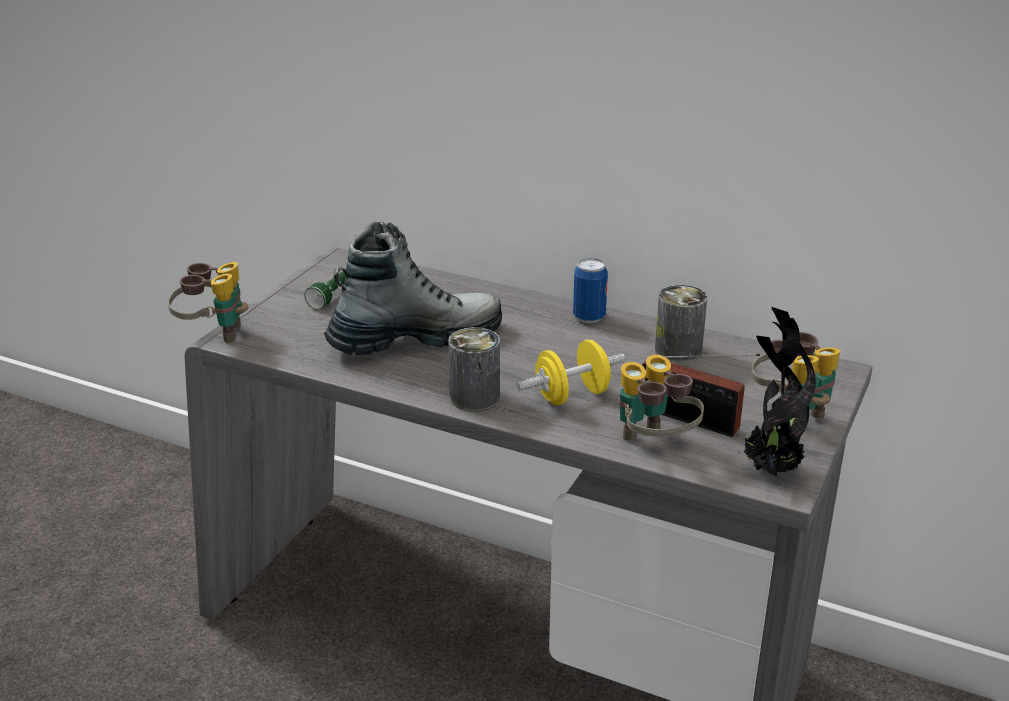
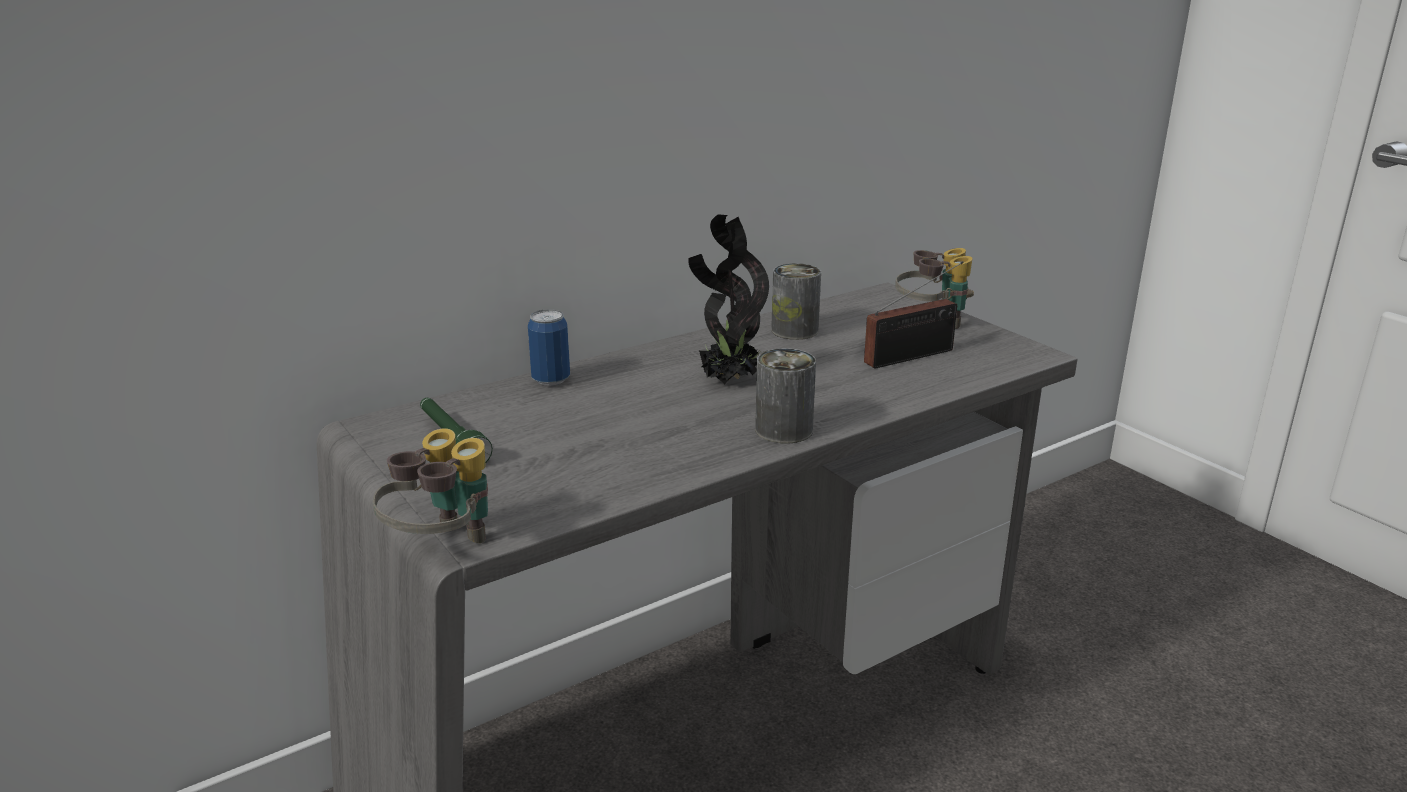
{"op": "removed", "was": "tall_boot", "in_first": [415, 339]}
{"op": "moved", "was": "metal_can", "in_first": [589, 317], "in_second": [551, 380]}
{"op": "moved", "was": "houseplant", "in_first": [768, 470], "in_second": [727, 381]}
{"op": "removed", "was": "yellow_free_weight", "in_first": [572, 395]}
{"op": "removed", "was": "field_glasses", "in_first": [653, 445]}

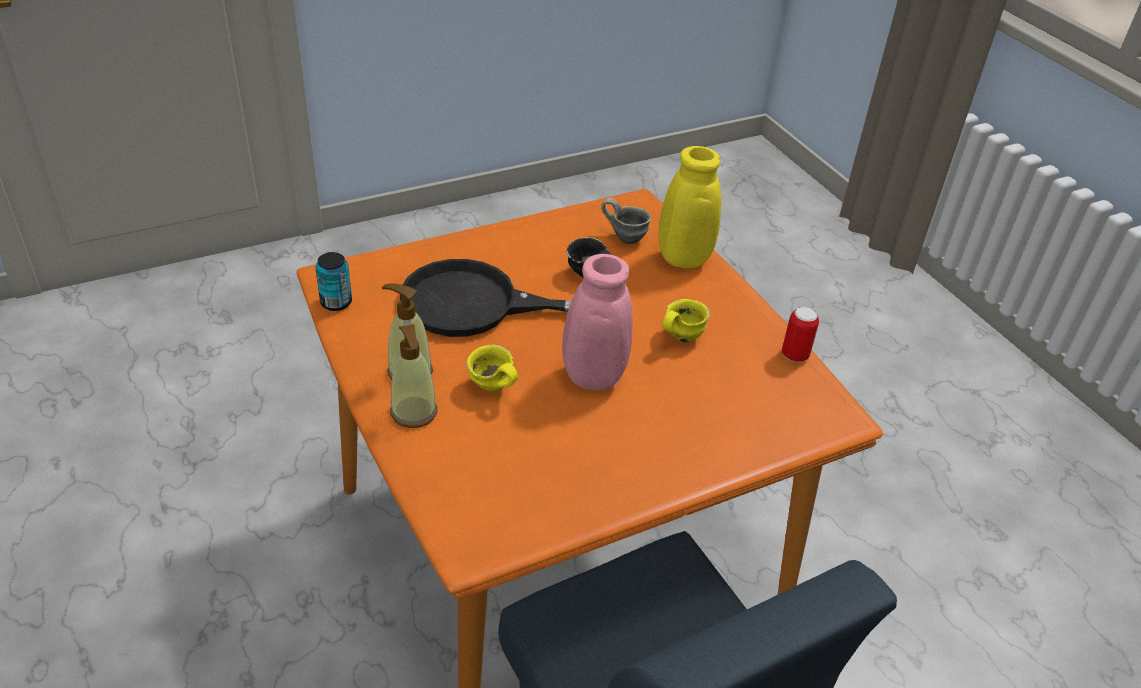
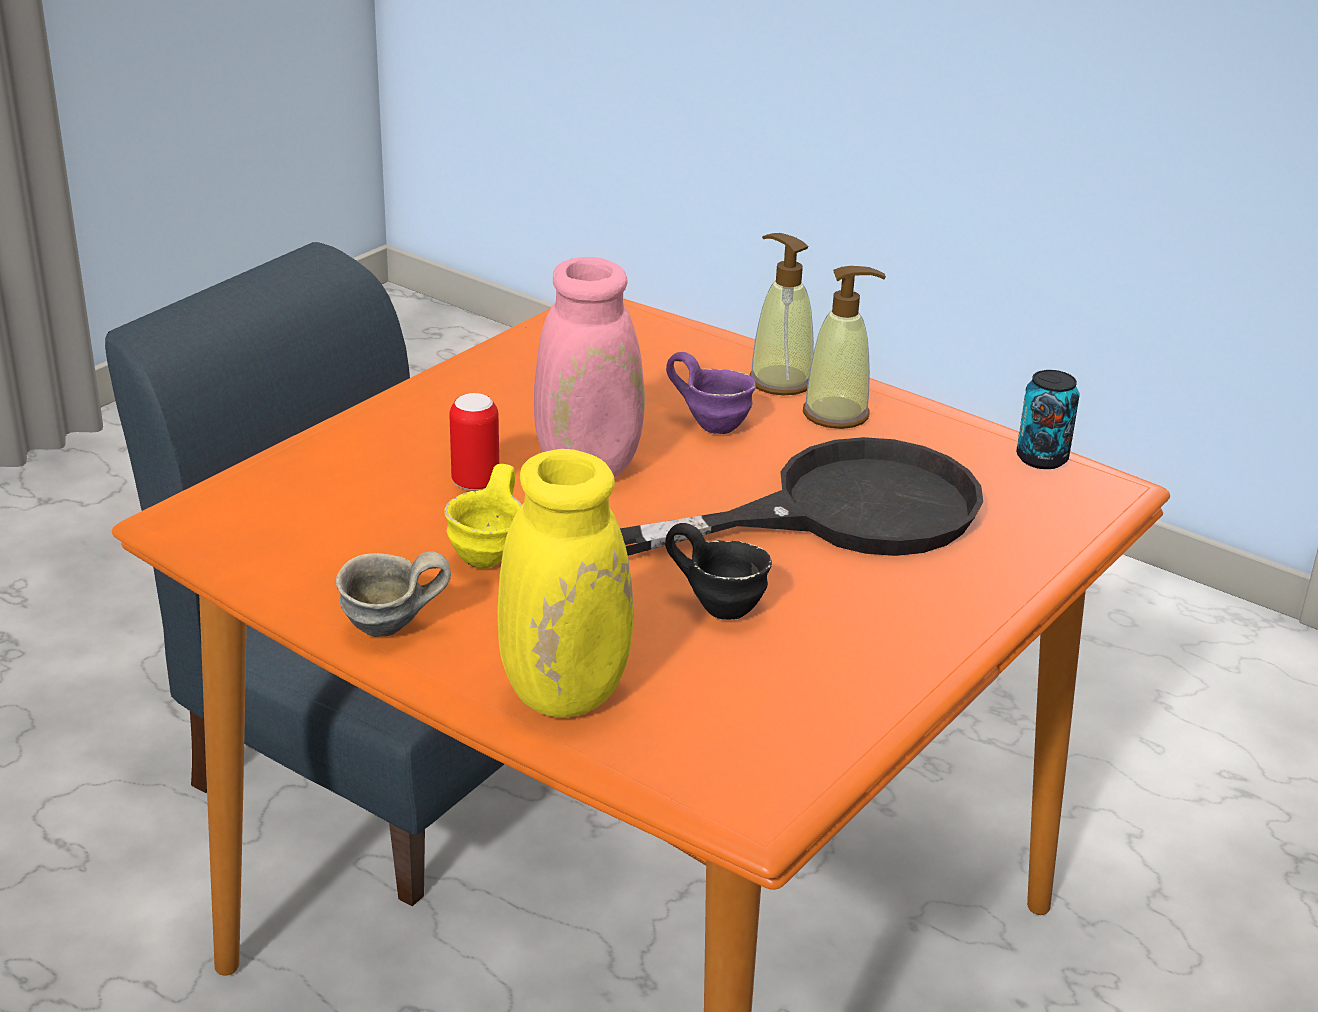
{"op": "moved", "was": "gray_mug", "in_first": [626, 237], "in_second": [390, 631]}
{"op": "moved", "was": "metal_can", "in_first": [794, 355], "in_second": [475, 483]}
{"op": "recoloured", "was": "yellow_mug", "now": "purple_mug", "in_first": [491, 389], "in_second": [712, 424]}

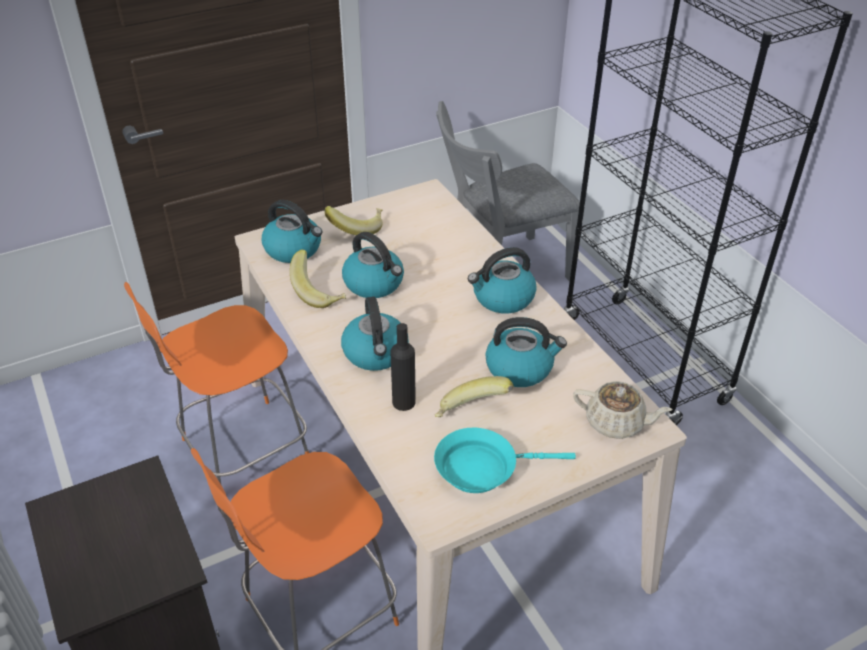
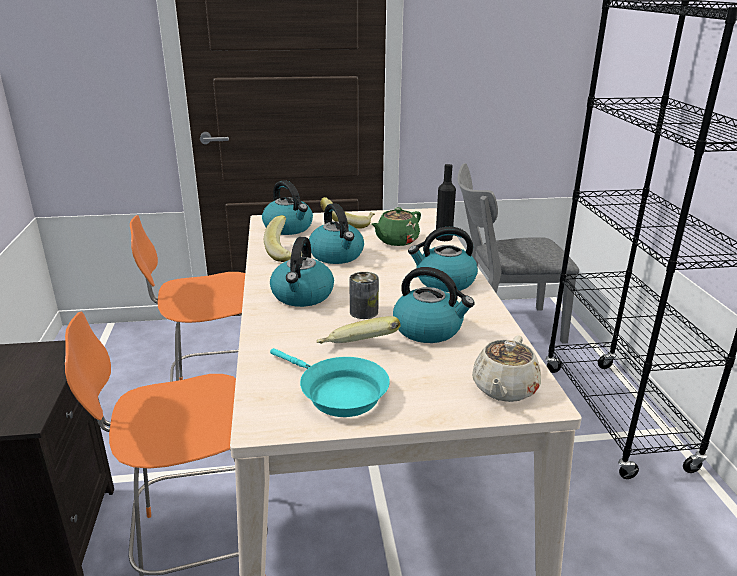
{"op": "moved", "was": "blackish_beverage_bottle", "in_first": [403, 402], "in_second": [443, 238]}
{"op": "turned", "was": "beige-coloured_pot_for_tea", "in_first": [616, 423], "in_second": [504, 389], "clockwise": 75}
{"op": "turned", "was": "blue-green_skillet", "in_first": [482, 468], "in_second": [337, 393], "clockwise": -150}
{"op": "added", "now": "greenish_pot_for_tea", "in_second": [396, 241]}
{"op": "added", "now": "metal_can", "in_second": [364, 312]}

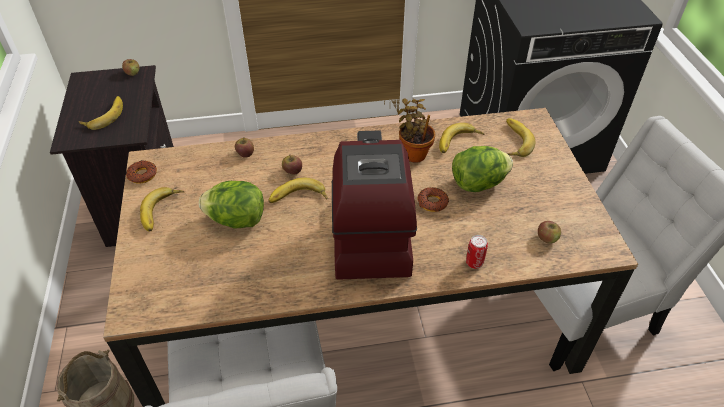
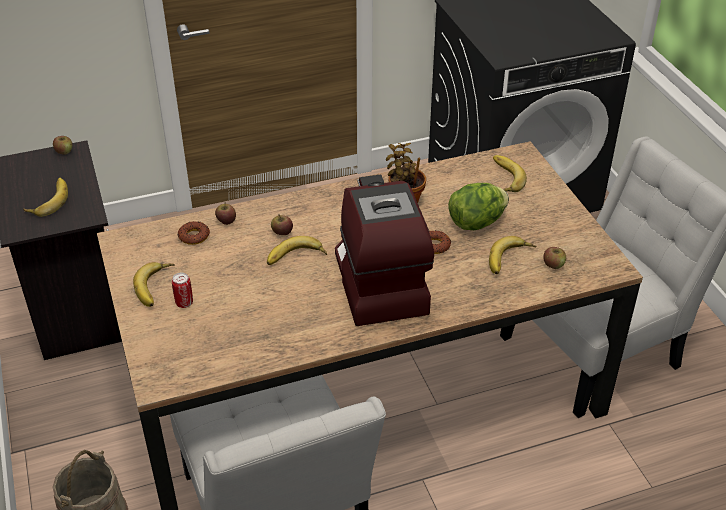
{"op": "moved", "was": "banana_fruit", "in_first": [459, 143], "in_second": [510, 260]}
{"op": "moved", "was": "ring_doughnut", "in_first": [142, 175], "in_second": [194, 236]}
{"op": "removed", "was": "lettuce_head", "in_first": [237, 220]}
{"op": "moved", "was": "metal_can", "in_first": [474, 263], "in_second": [184, 303]}

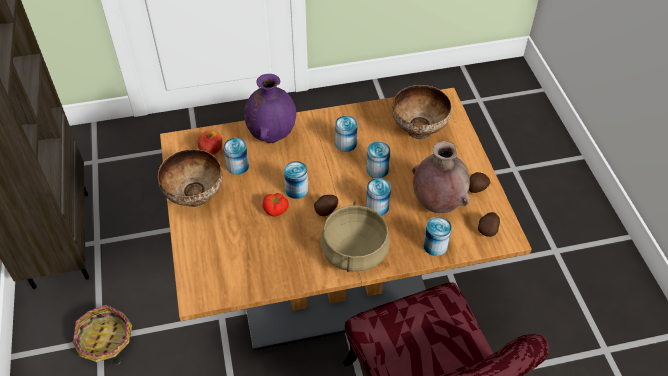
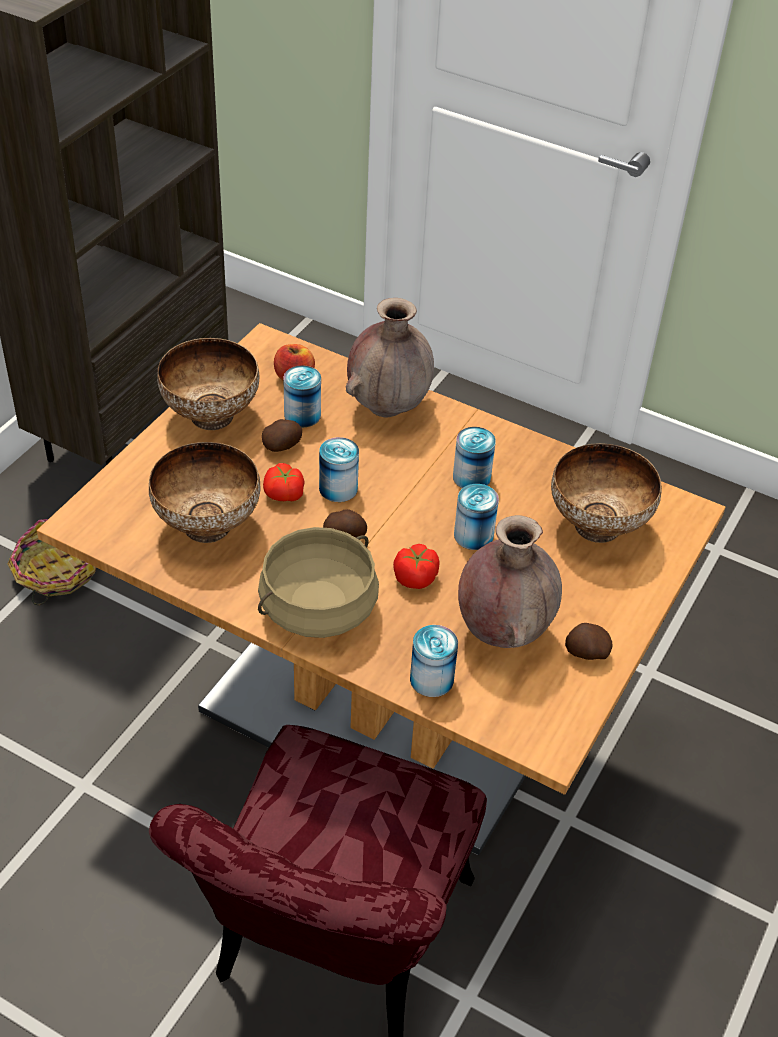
{"op": "recoloured", "was": "purple_flower_vase", "now": "brown-coloured_flower_vase", "in_first": [272, 135], "in_second": [388, 407]}
{"op": "replaced", "was": "metal_can", "now": "fresh_tomato", "in_first": [377, 206], "in_second": [415, 578]}
{"op": "moved", "was": "whole_potato", "in_first": [488, 229], "in_second": [282, 446]}
{"op": "added", "now": "serving_bowl", "in_second": [209, 525]}

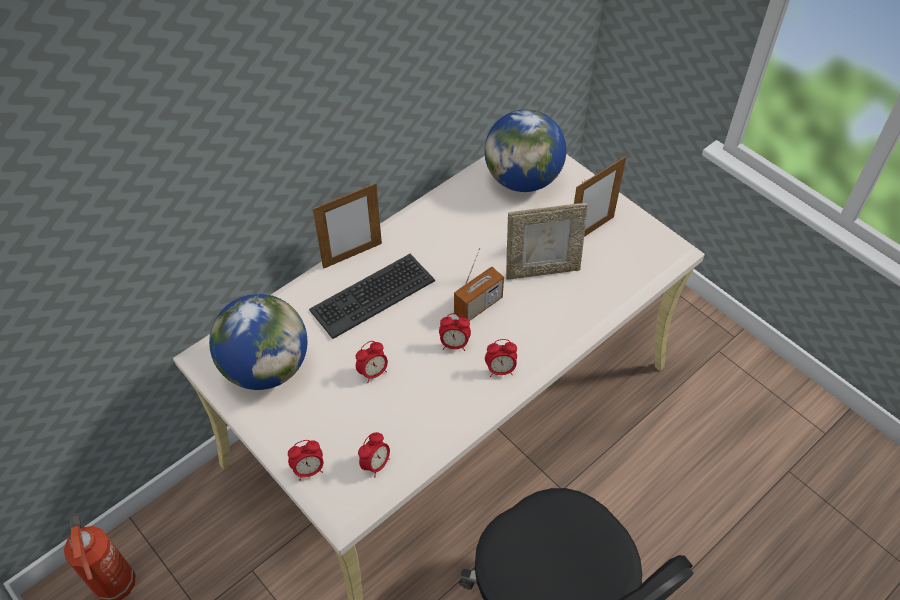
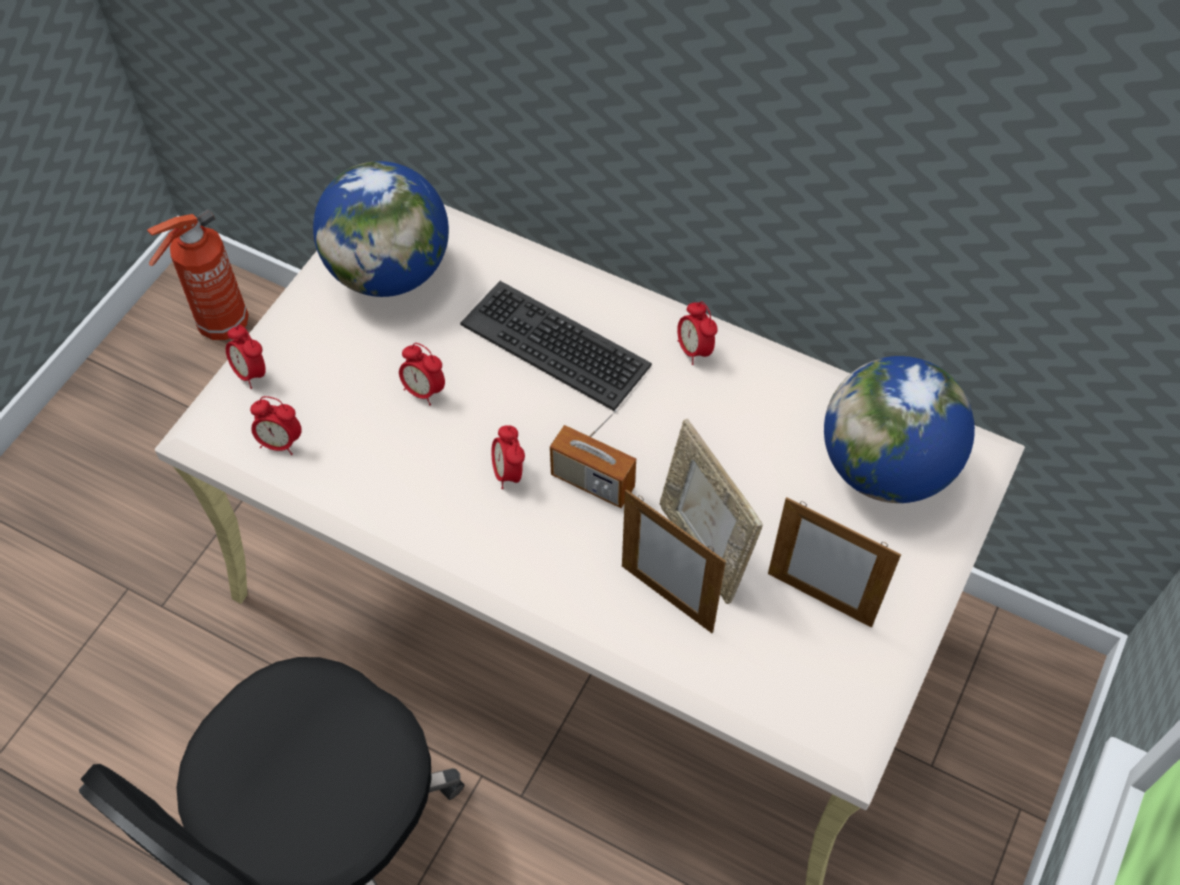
{"op": "moved", "was": "standing_frame", "in_first": [352, 255], "in_second": [667, 598]}
{"op": "moved", "was": "table_clock", "in_first": [500, 370], "in_second": [694, 350]}

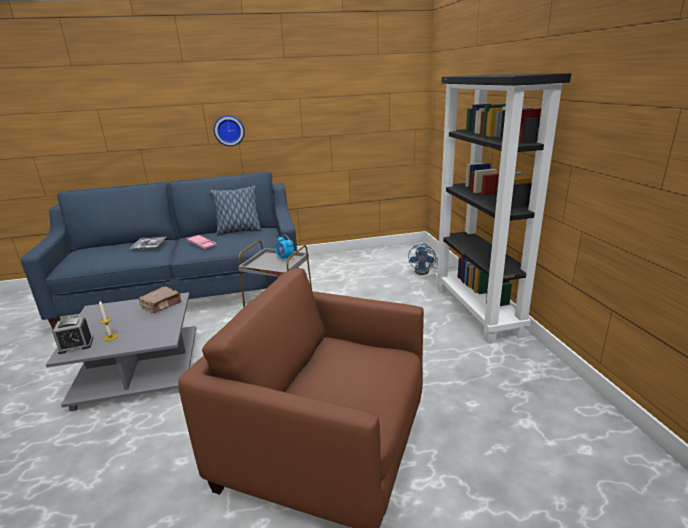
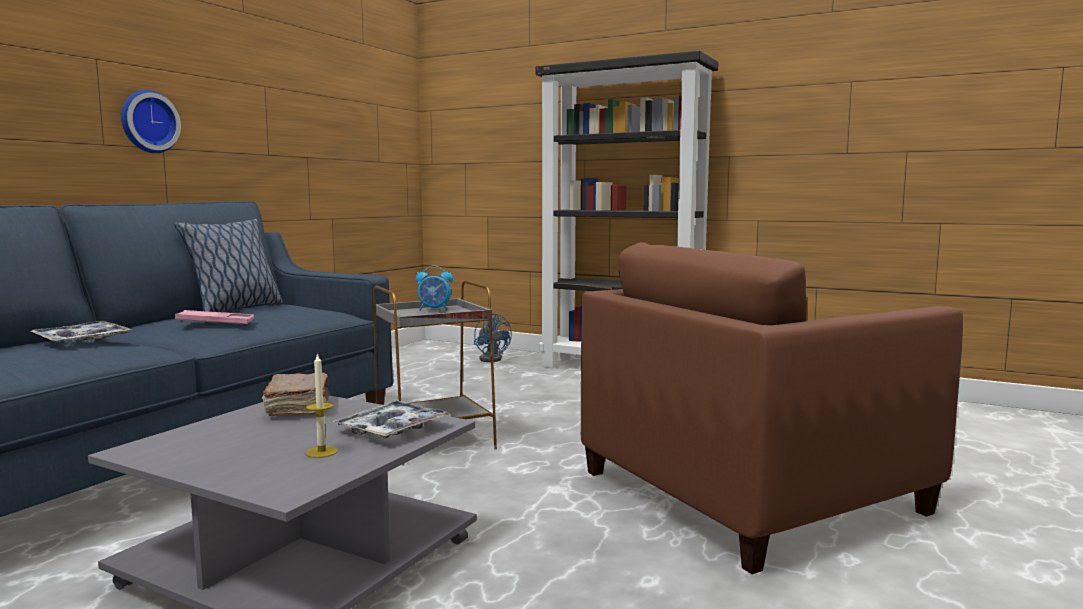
{"op": "removed", "was": "table_clock", "in_first": [76, 345]}
{"op": "added", "now": "carrying_tray", "in_second": [392, 429]}

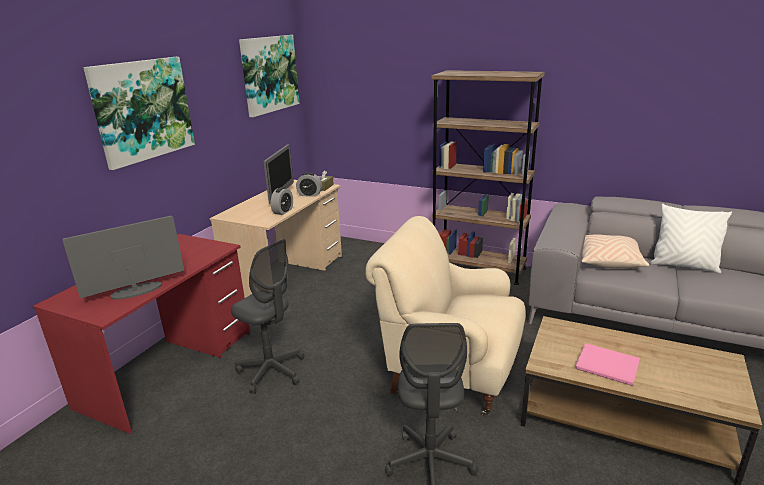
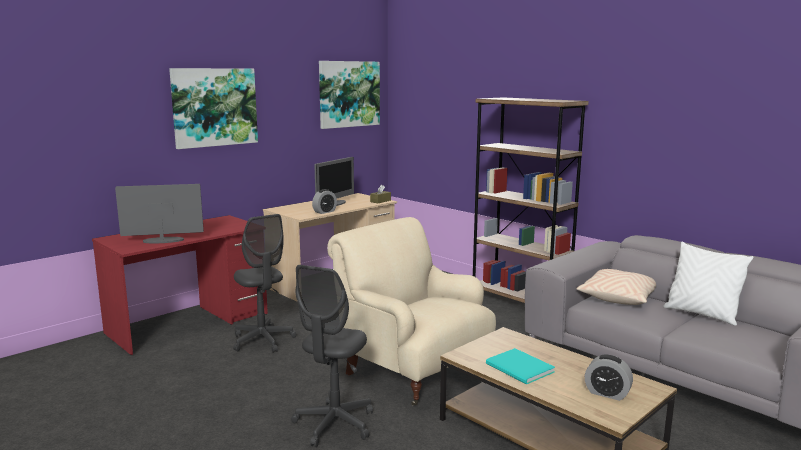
{"op": "moved", "was": "table_clock", "in_first": [310, 195], "in_second": [607, 393]}
{"op": "recoloured", "was": "pinkish_book", "now": "blue-green_book", "in_first": [608, 367], "in_second": [520, 369]}

